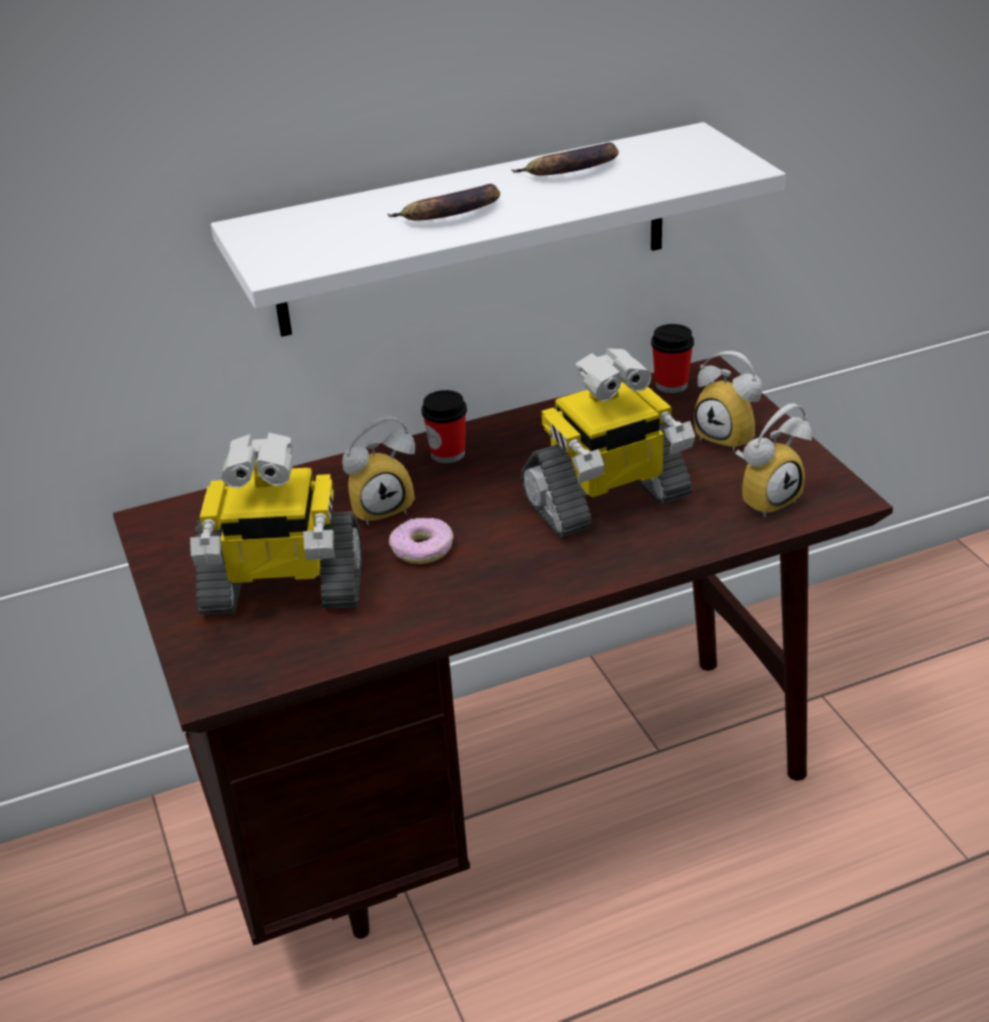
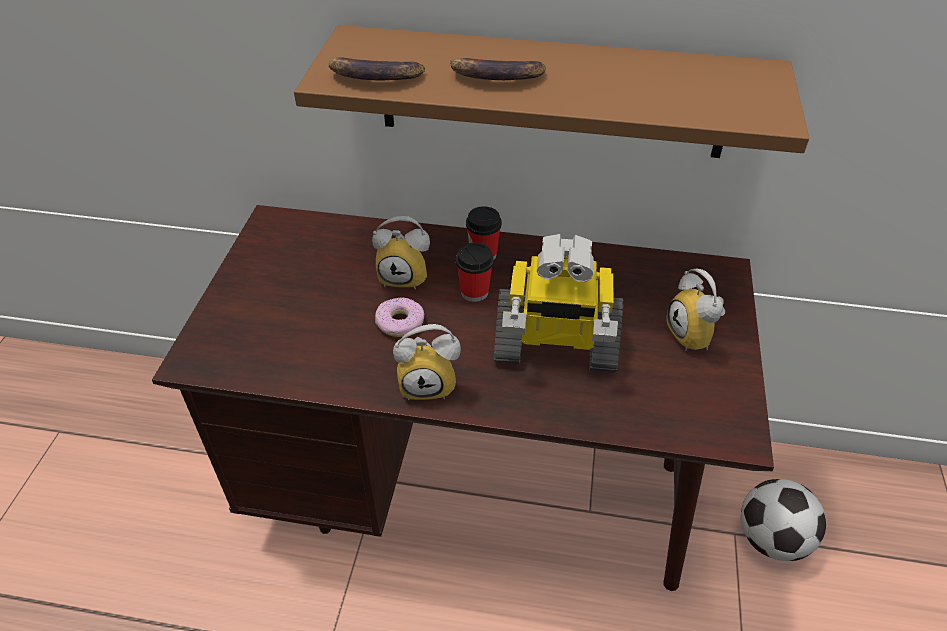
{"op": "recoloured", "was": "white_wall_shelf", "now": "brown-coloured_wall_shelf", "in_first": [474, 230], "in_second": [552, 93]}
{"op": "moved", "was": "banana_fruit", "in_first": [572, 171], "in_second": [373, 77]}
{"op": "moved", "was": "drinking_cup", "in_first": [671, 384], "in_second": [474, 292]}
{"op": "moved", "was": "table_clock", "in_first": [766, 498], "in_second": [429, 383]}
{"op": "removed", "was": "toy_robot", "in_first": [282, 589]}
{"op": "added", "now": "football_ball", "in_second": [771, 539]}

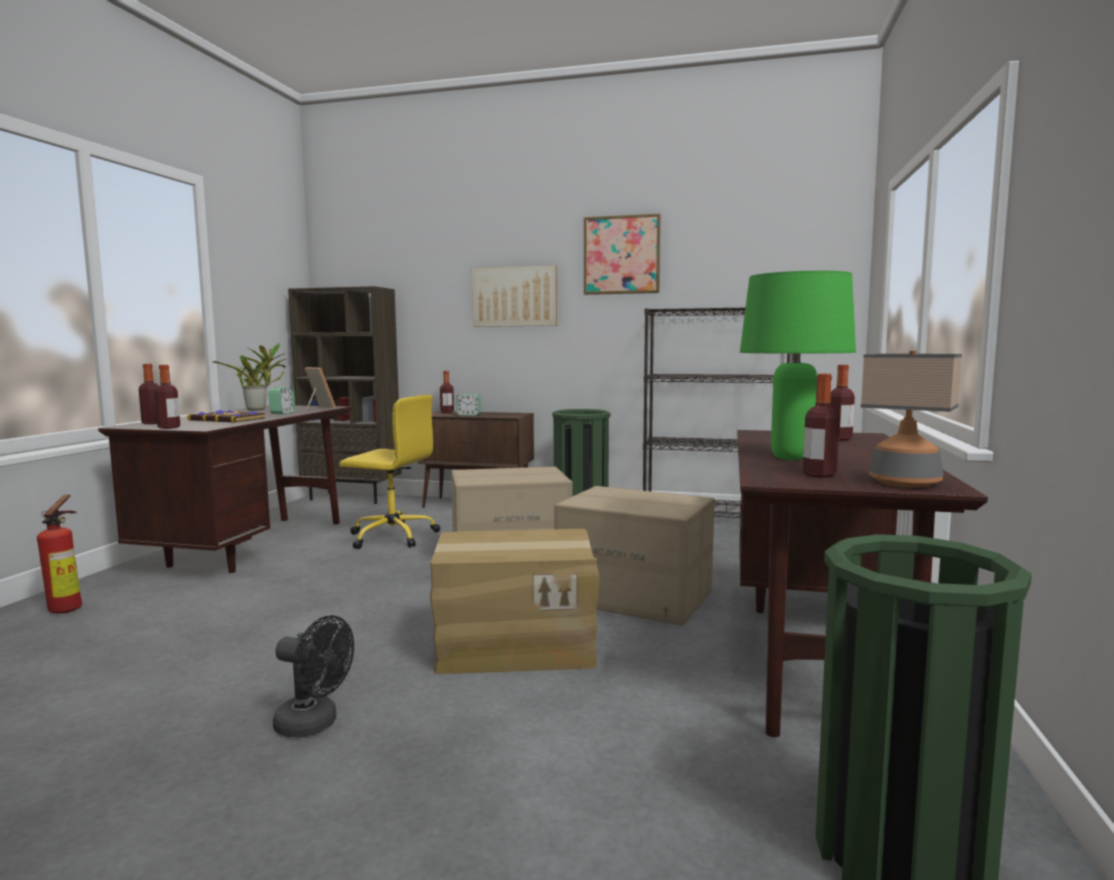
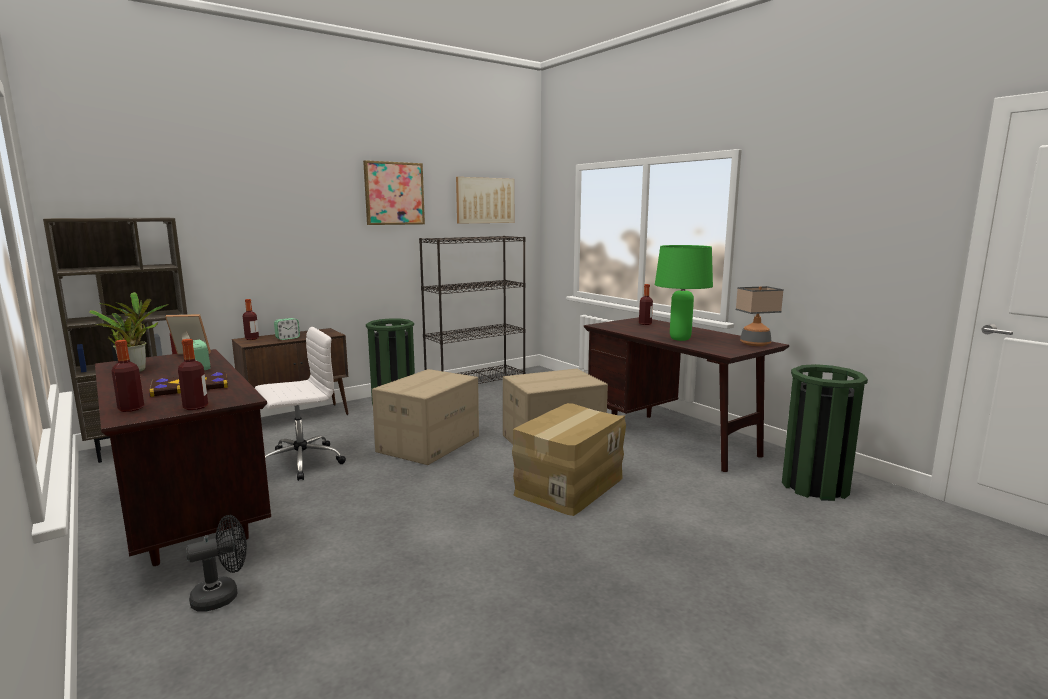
{"op": "moved", "was": "wall_art", "in_first": [515, 296], "in_second": [485, 200]}
{"op": "removed", "was": "beverage_bottle", "in_first": [819, 475]}
{"op": "recoloured", "was": "yellow_office_chair", "now": "white_office_chair", "in_first": [391, 536], "in_second": [300, 462]}
{"op": "removed", "was": "extinguisher", "in_first": [69, 608]}
{"op": "moved", "was": "blackish_fan", "in_first": [314, 724], "in_second": [223, 596]}

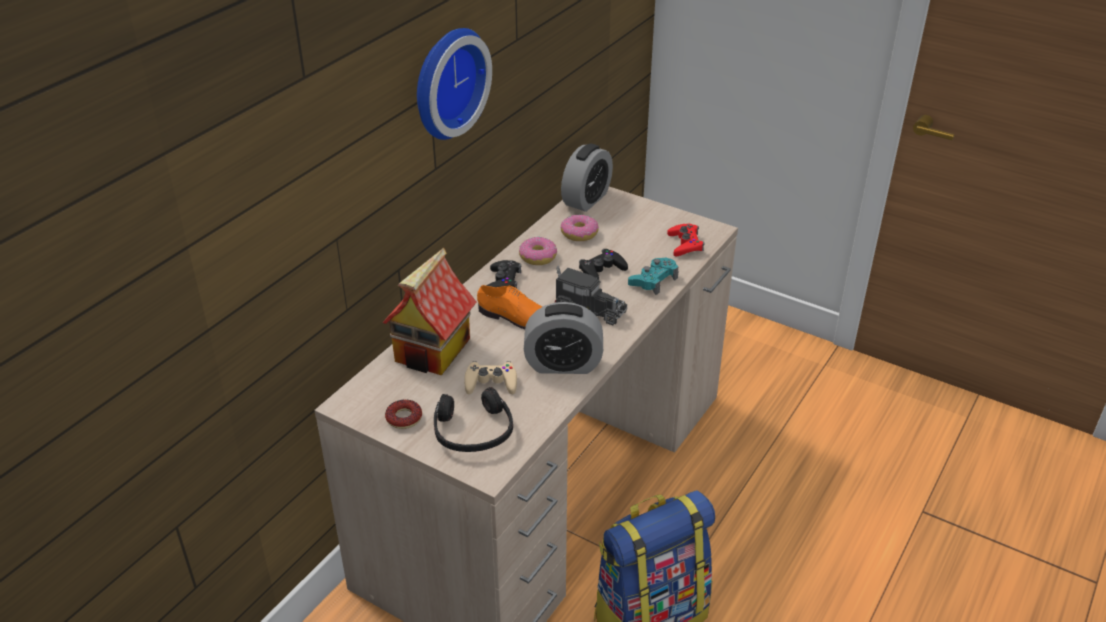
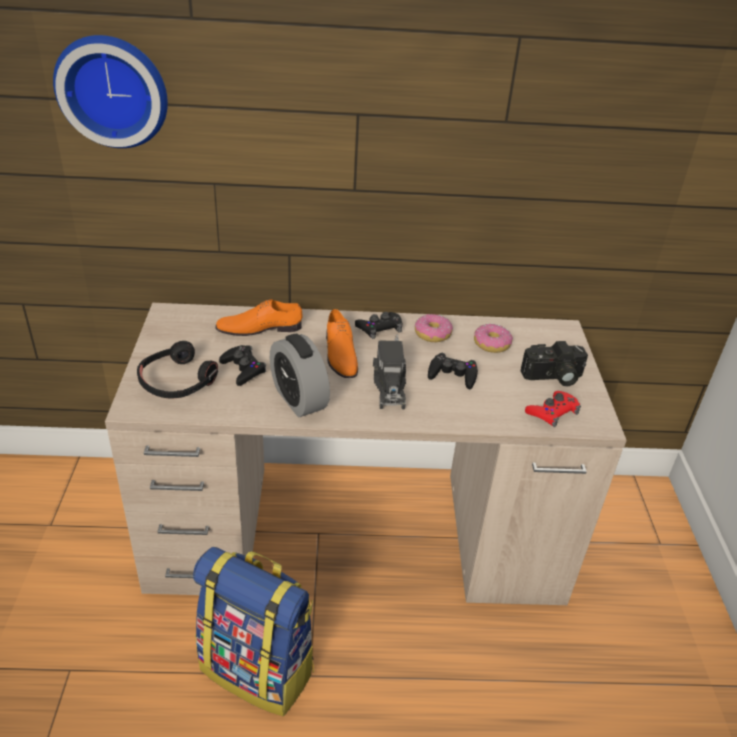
{"op": "moved", "was": "wall_clock", "in_first": [445, 82], "in_second": [113, 90]}
{"op": "removed", "was": "table_clock", "in_first": [586, 199]}
{"op": "replaced", "was": "toy_house", "now": "orange-coloured_low_shoe", "in_first": [433, 351], "in_second": [259, 327]}
{"op": "removed", "was": "blue-green_gamepad", "in_first": [653, 280]}
{"op": "recoloured", "was": "beige-coloured_gamepad", "now": "blackish_gamepad", "in_first": [491, 383], "in_second": [243, 369]}
{"op": "removed", "was": "ring_doughnut", "in_first": [404, 418]}
{"op": "added", "now": "still_camera", "in_second": [553, 377]}

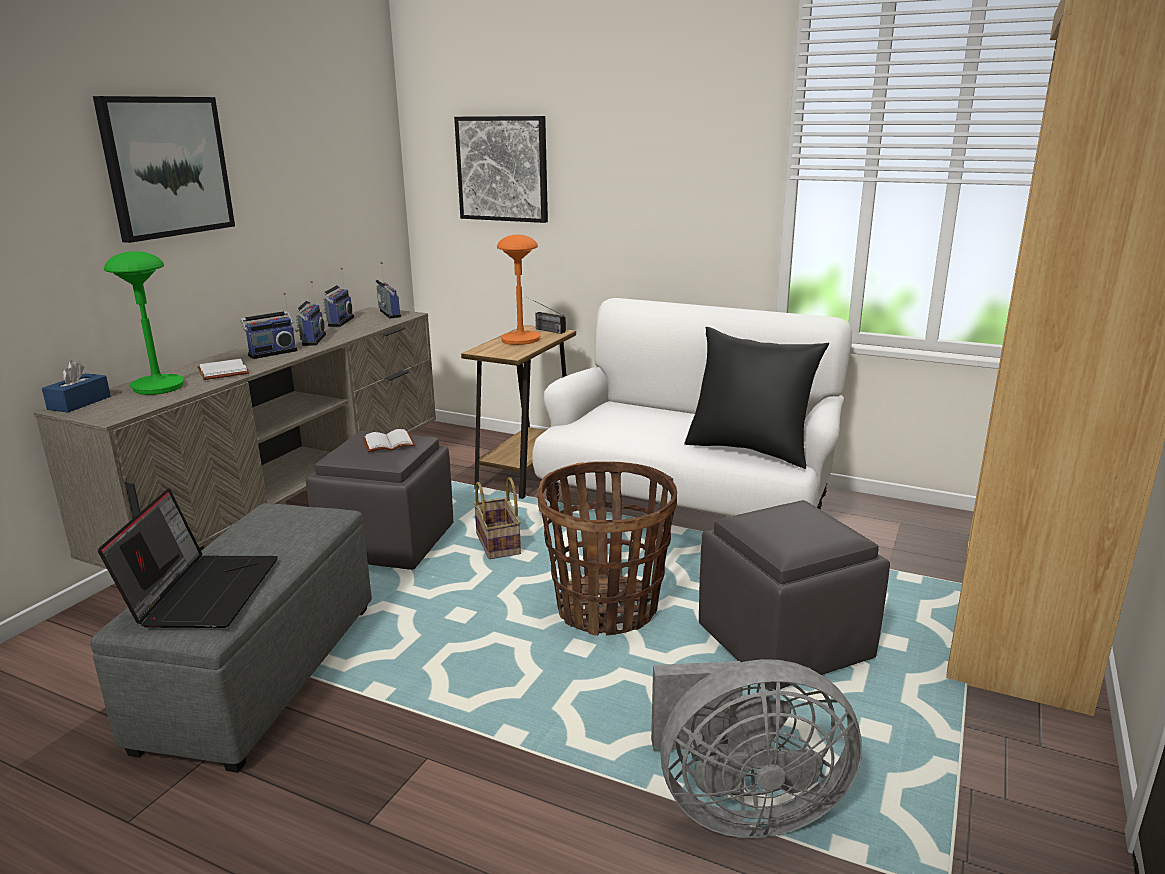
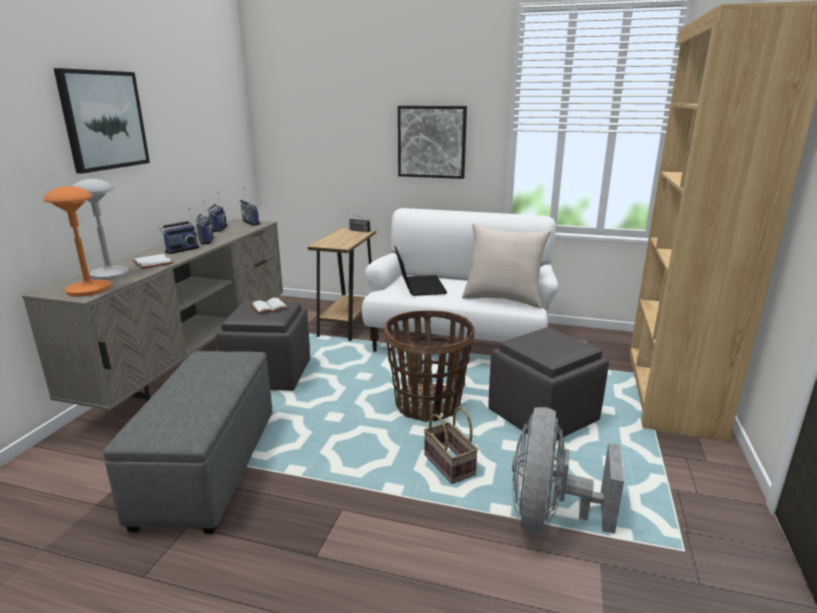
{"op": "moved", "was": "wall_art", "in_first": [502, 169], "in_second": [431, 142]}
{"op": "moved", "was": "orange-coloured_table_lamp", "in_first": [520, 339], "in_second": [89, 290]}
{"op": "recoloured", "was": "greenish_table_lamp", "now": "gray_table_lamp", "in_first": [158, 387], "in_second": [109, 274]}
{"op": "recoloured", "was": "blackish_pillow", "now": "beige-coloured_pillow", "in_first": [750, 450], "in_second": [503, 299]}
{"op": "removed", "was": "blue_tissue_box", "in_first": [79, 403]}
{"op": "moved", "was": "storage_basket", "in_first": [499, 545], "in_second": [451, 466]}
{"op": "moved", "was": "notebook_computer", "in_first": [202, 591], "in_second": [419, 286]}
{"op": "turned", "was": "gray_fan", "in_first": [740, 807], "in_second": [549, 516], "clockwise": 120}

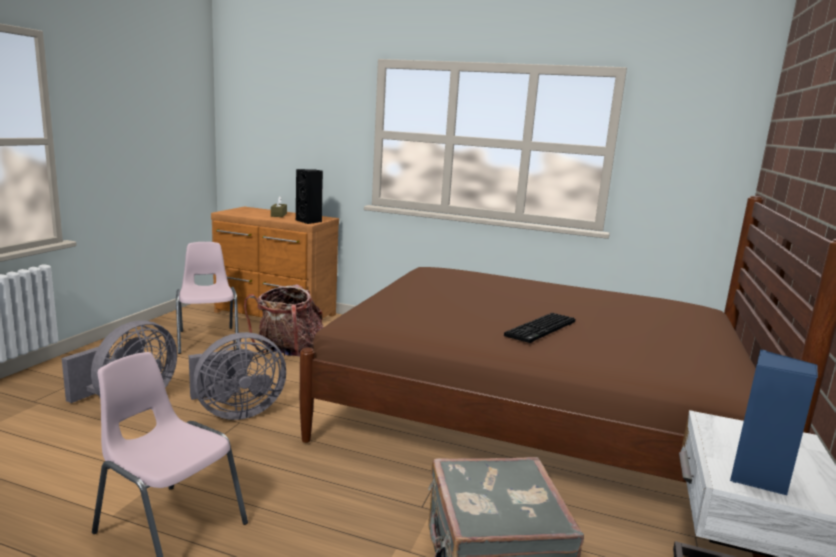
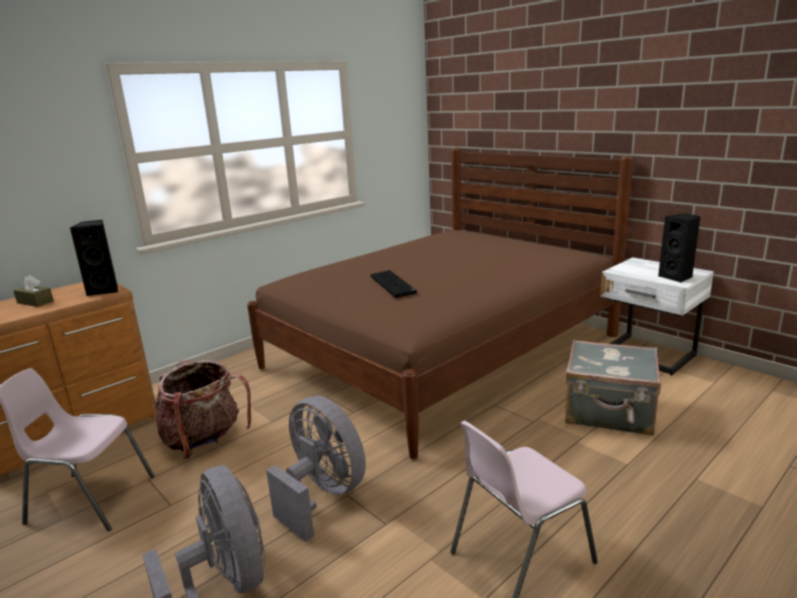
{"op": "moved", "was": "computer_keyboard", "in_first": [541, 329], "in_second": [394, 285]}
{"op": "turned", "was": "gray_fan", "in_first": [235, 412], "in_second": [322, 495], "clockwise": -45}
{"op": "recoloured", "was": "blue_audio_speaker", "now": "blackish_audio_speaker", "in_first": [758, 478], "in_second": [677, 277]}

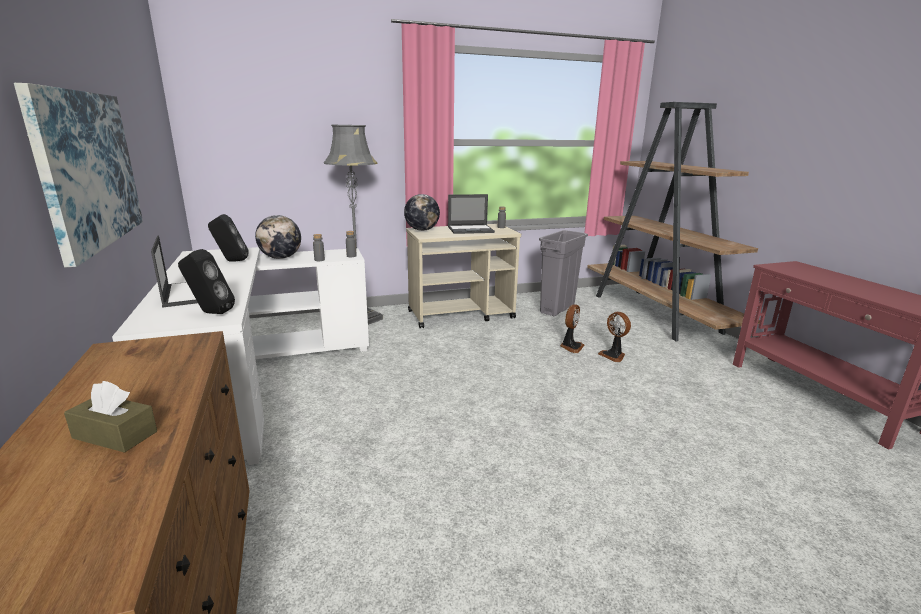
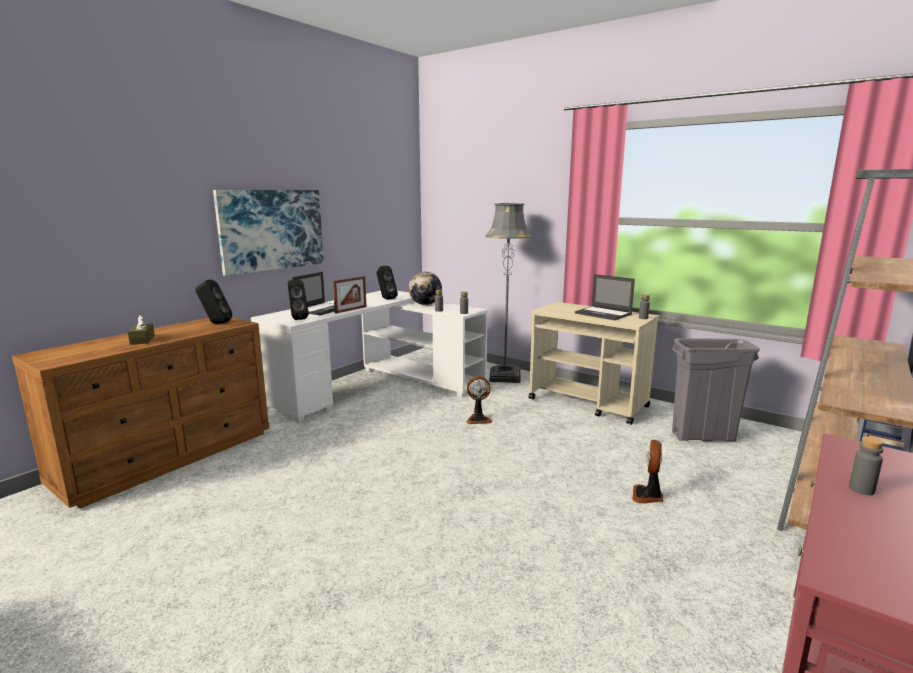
{"op": "removed", "was": "globe", "in_first": [422, 230]}
{"op": "moved", "was": "fan", "in_first": [571, 347], "in_second": [478, 419]}
{"op": "added", "now": "standing_frame", "in_second": [351, 310]}
{"op": "added", "now": "blackish_audio_speaker", "in_second": [215, 323]}
{"op": "added", "now": "gray_beverage_bottle", "in_second": [861, 489]}

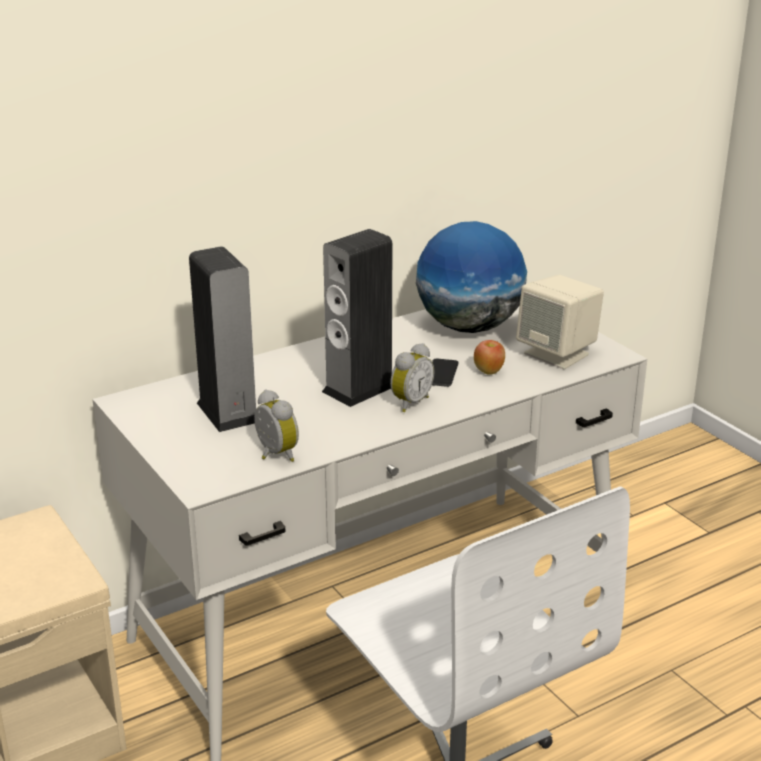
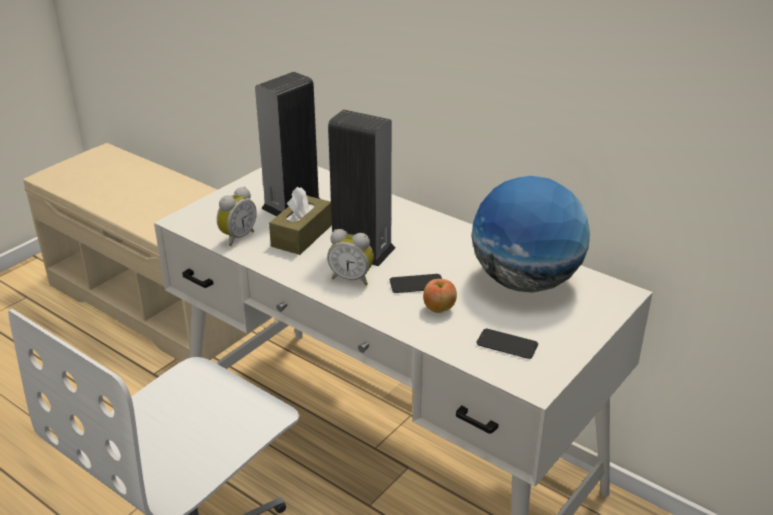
{"op": "replaced", "was": "beige-coloured_audio_speaker", "now": "telephone", "in_first": [557, 354], "in_second": [507, 344]}
{"op": "added", "now": "brown-coloured_tissue_box", "in_second": [302, 236]}

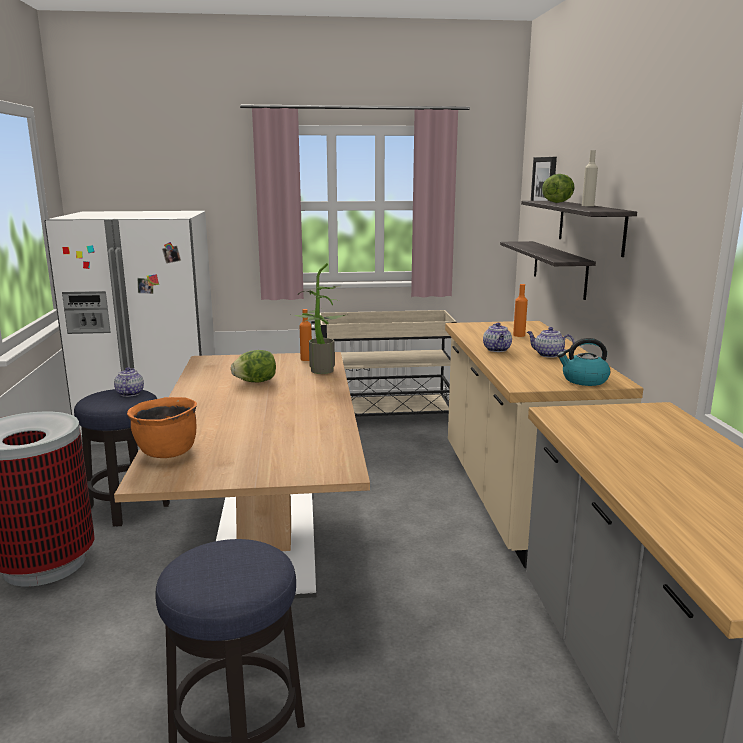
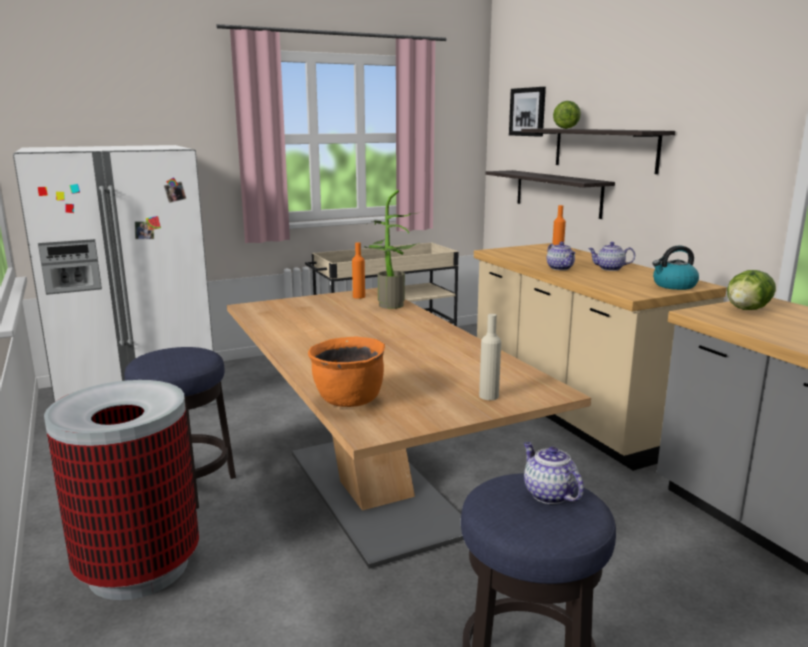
{"op": "moved", "was": "beige-coloured_beverage_bottle", "in_first": [588, 205], "in_second": [489, 396]}
{"op": "moved", "was": "lettuce_head", "in_first": [255, 382], "in_second": [747, 309]}
{"op": "moved", "was": "pot_for_tea", "in_first": [129, 393], "in_second": [548, 494]}

